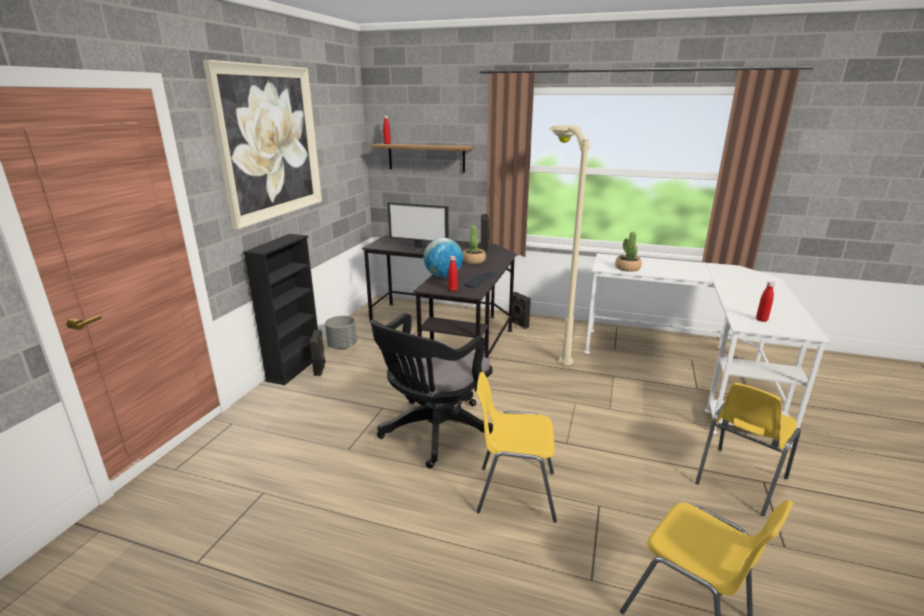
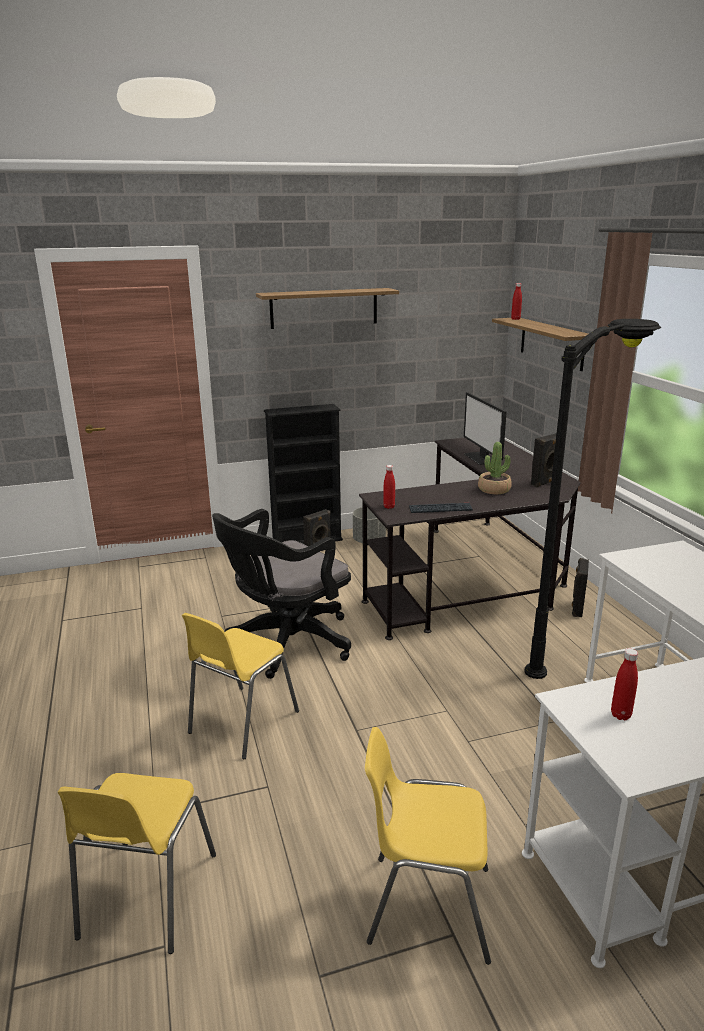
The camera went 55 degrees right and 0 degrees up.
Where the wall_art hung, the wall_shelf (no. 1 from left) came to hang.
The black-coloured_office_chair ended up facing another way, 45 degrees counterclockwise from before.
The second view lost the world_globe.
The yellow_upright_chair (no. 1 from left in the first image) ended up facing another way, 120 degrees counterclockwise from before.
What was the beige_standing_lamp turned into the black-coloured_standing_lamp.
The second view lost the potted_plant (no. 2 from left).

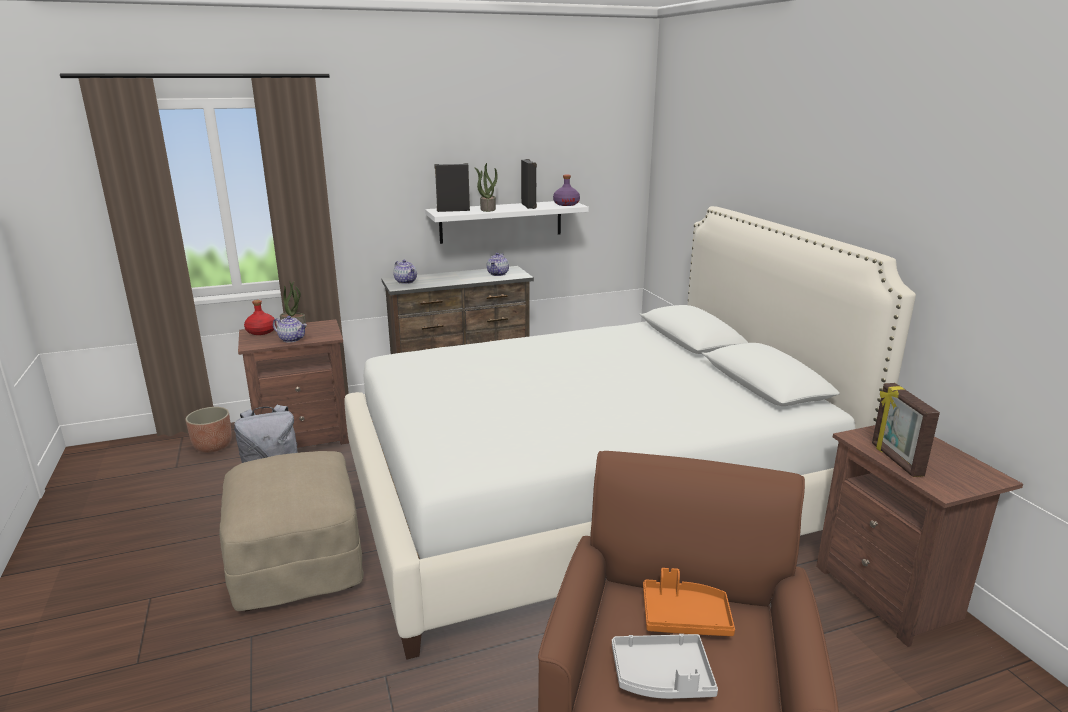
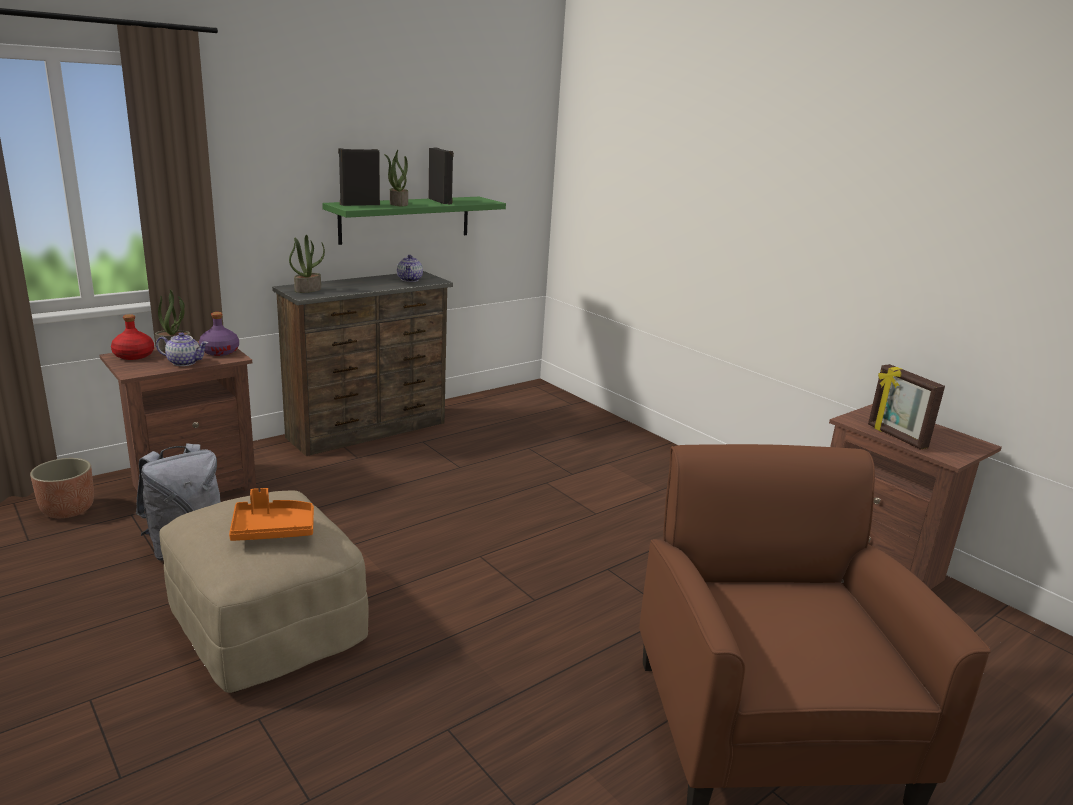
The camera went 20 degrees left and 0 degrees up.
The second view lost the white-coloured_bed.
Where the tea_pot (no. 2 from left) stood, the potted_plant (no. 2 from left) came to stand.
What was the white-coloured_wall_shelf turned into the greenish_wall_shelf.
The purple-coloured_bottle ended up elsewhere.
The second view lost the gray_carrying_tray.
The orange_carrying_tray ended up elsewhere.

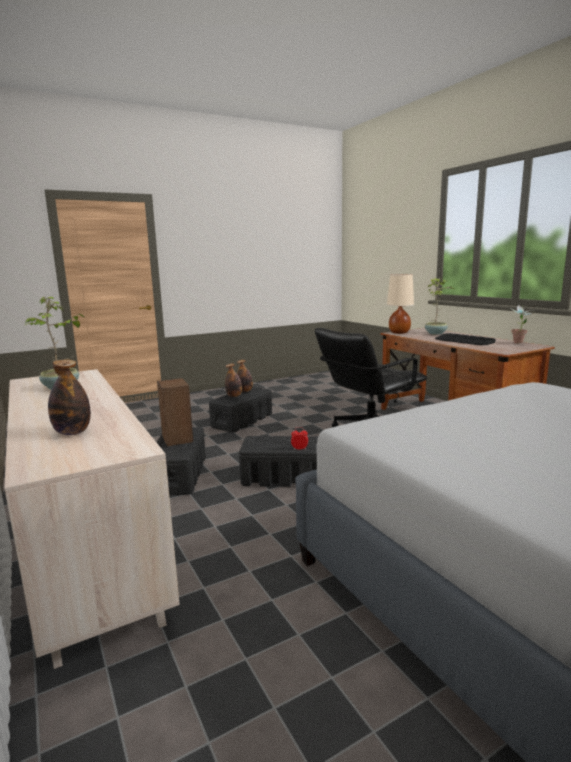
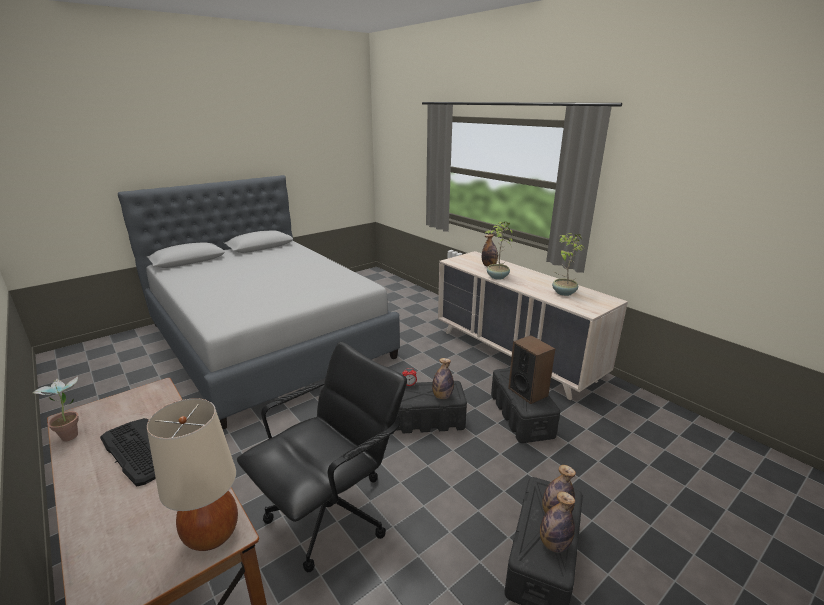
The camera went 170 degrees right and 10 degrees up.
The potted_plant (no. 2 from left) ended up elsewhere.
The second view gained the bottle (no. 1 from left).

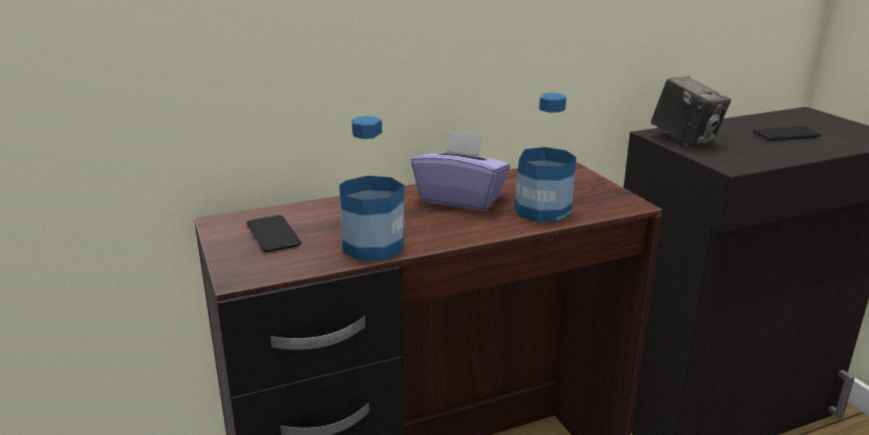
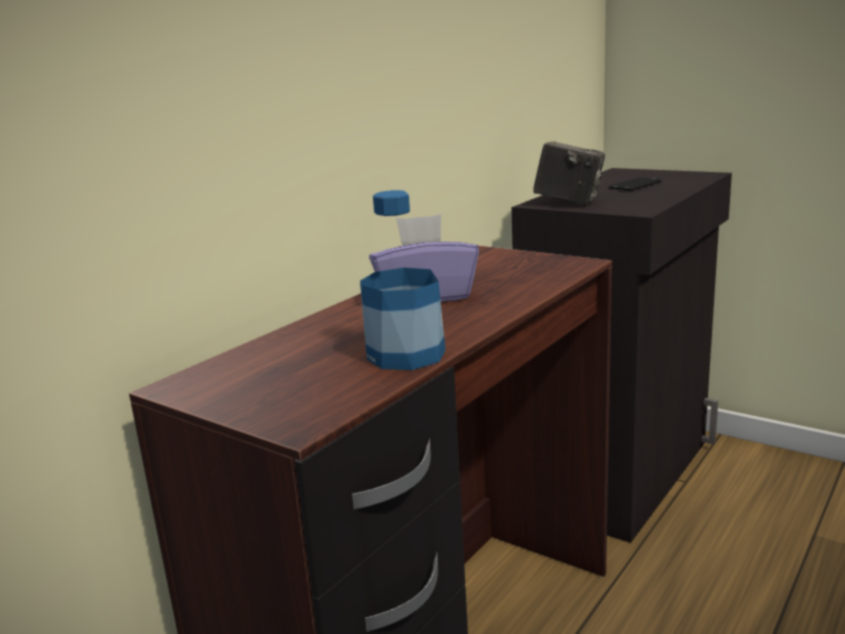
The camera went 30 degrees left and 5 degrees down.
The second view lost the phone (no. 1 from left).
The second view lost the bottle (no. 2 from left).

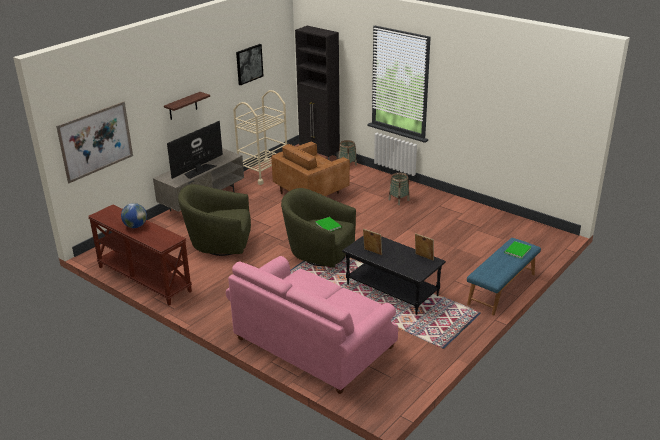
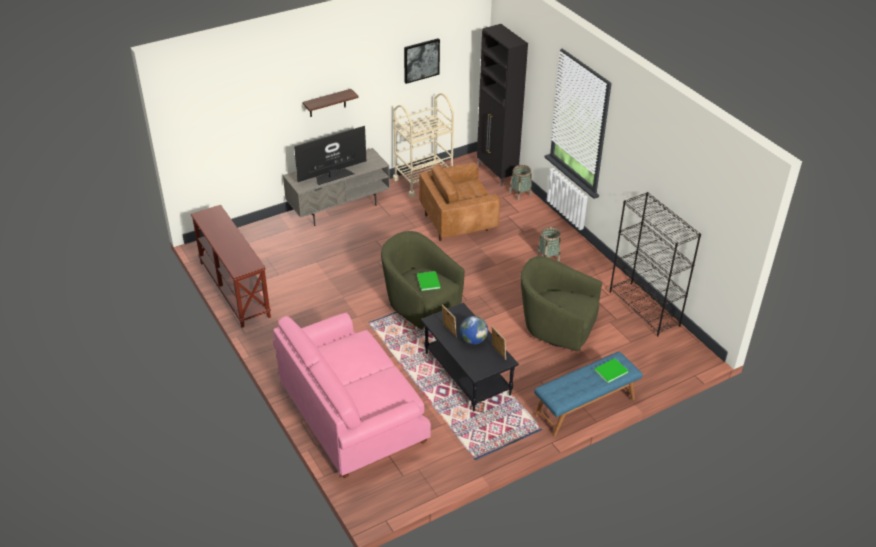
The camera went 20 degrees right and 10 degrees up.
The second view lost the wall_art (no. 1 from left).
The world_globe ended up elsewhere.
The greenish_armchair (no. 1 from left in the first image) ended up elsewhere.
The second view gained the black-coloured_shelving_unit.

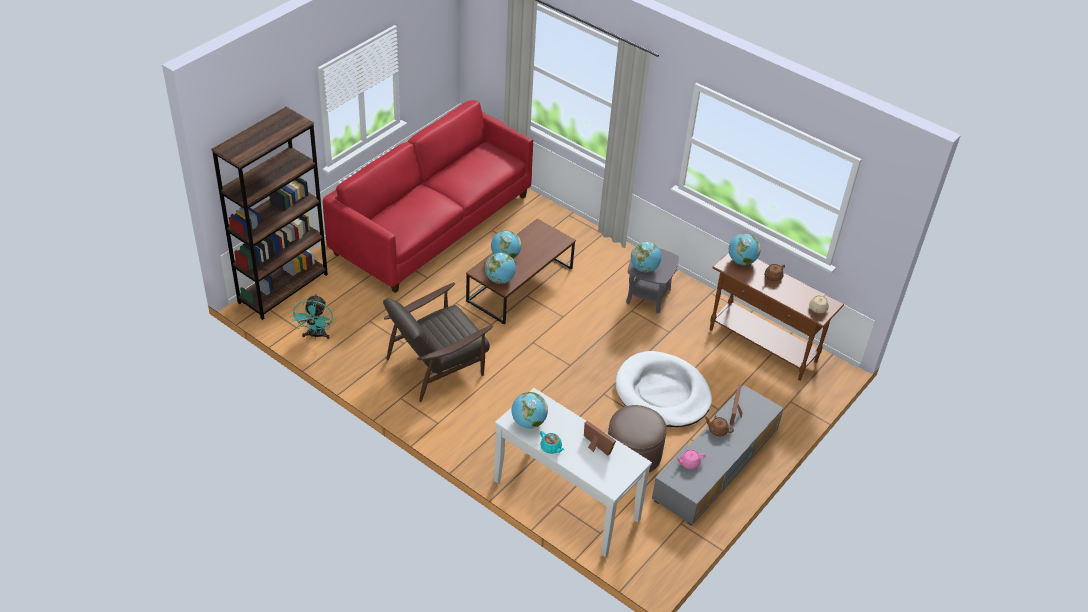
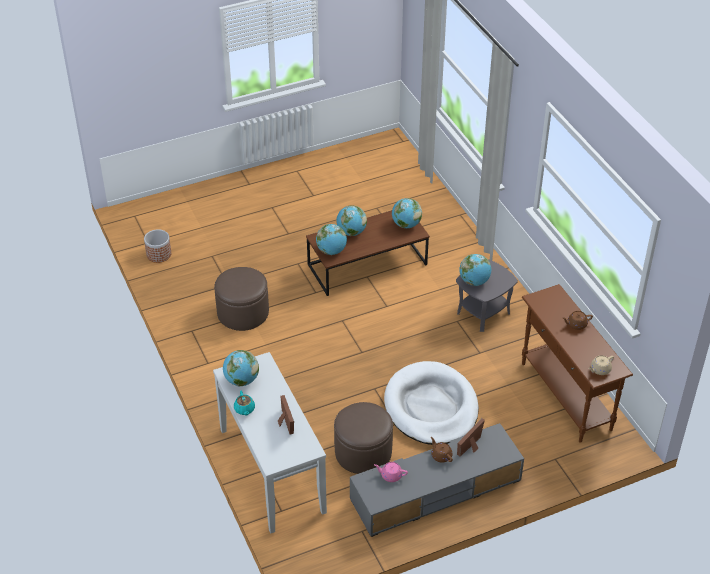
The camera went 30 degrees right and 0 degrees up.
The second view lost the brownish_shelving_unit.
Where the turquoise_electric_fan stood, the planter came to stand.
The second view lost the reddish_couch.
Where the brownish_armchair stood, the brownish_ottoman (no. 1 from left) came to stand.
The world_globe (no. 5 from left in the first image) ended up elsewhere.

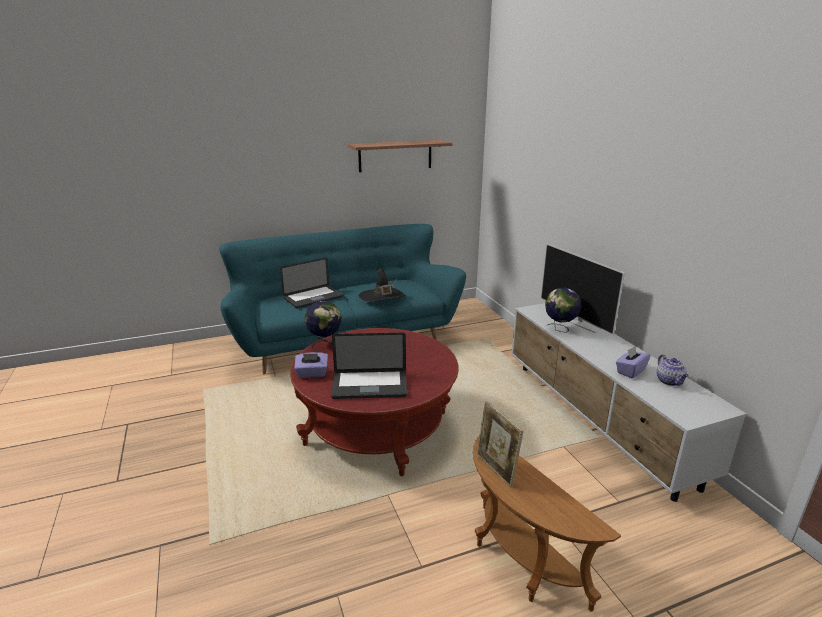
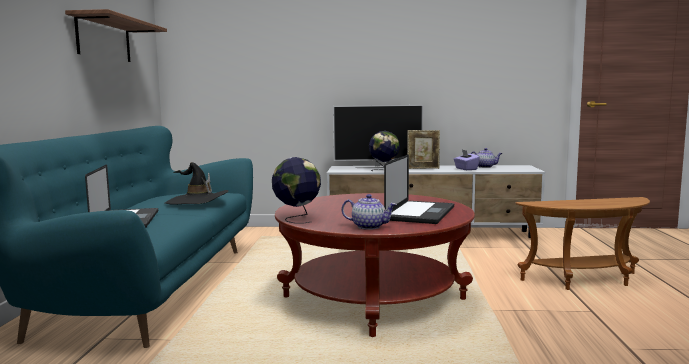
The camera went 65 degrees left and 15 degrees down.
Where the purple-coloured_tissue_box (no. 1 from left) stood, the tea_pot (no. 1 from left) came to stand.
The standing_frame ended up elsewhere.

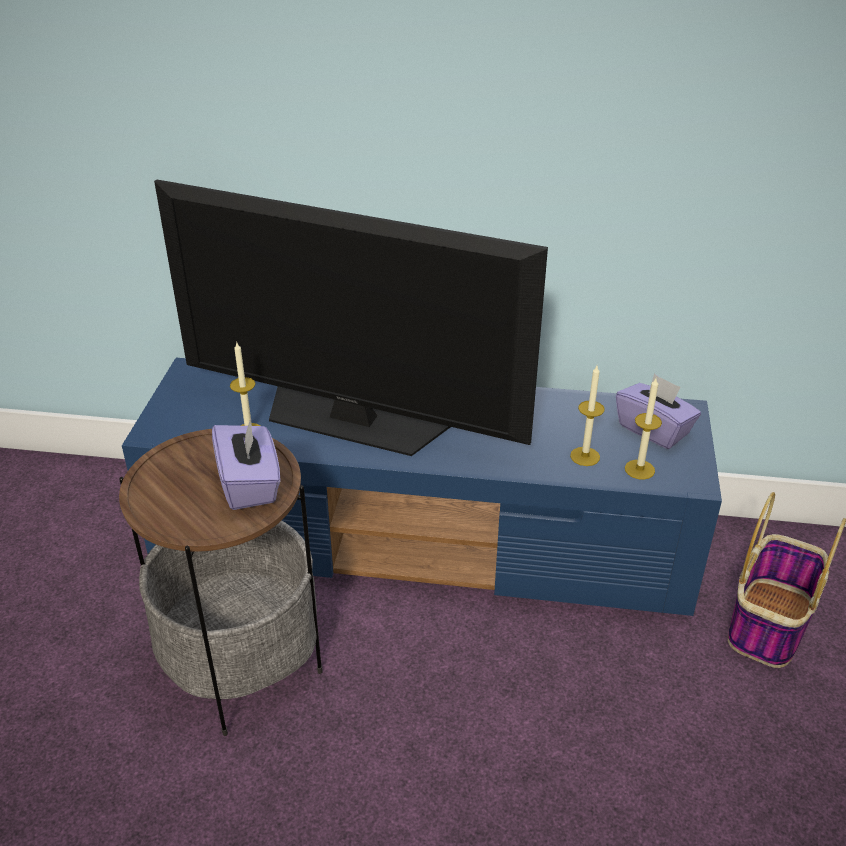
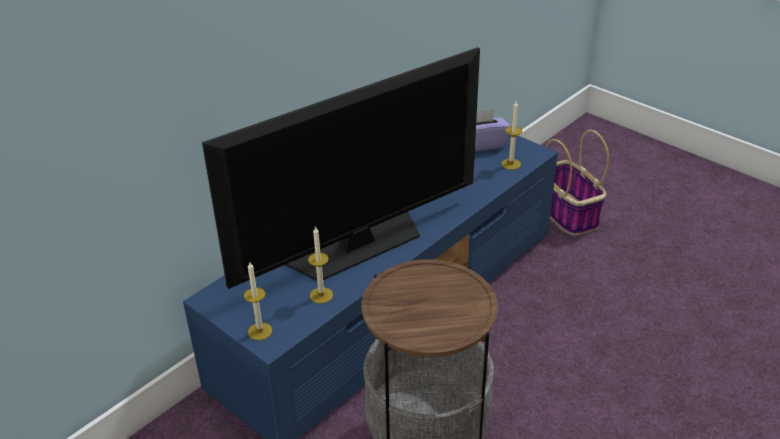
The camera went 55 degrees left and 0 degrees up.
The second view lost the purple-coloured_tissue_box (no. 1 from left).
The wax_candle (no. 2 from left in the first image) ended up elsewhere.

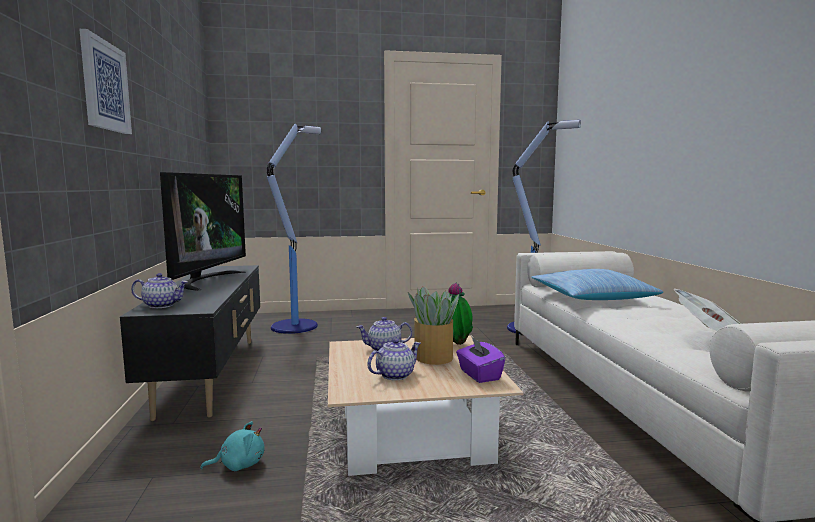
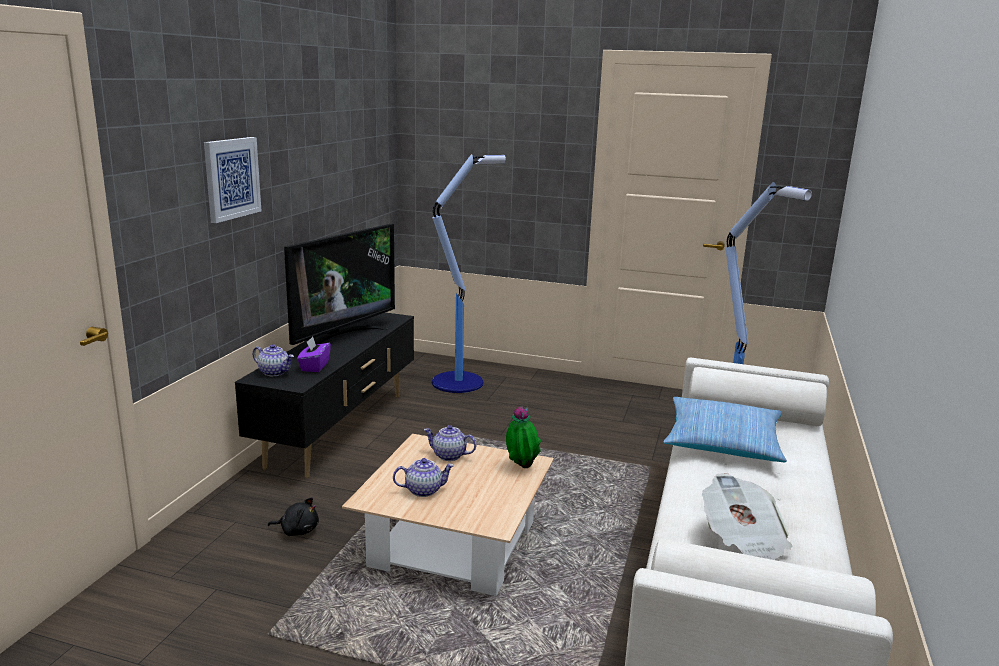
The camera went 25 degrees right and 10 degrees up.
What was the turquoise_plush_toy turned into the black-coloured_plush_toy.
The second view lost the potted_plant (no. 1 from left).
The purple-coloured_tissue_box ended up elsewhere.

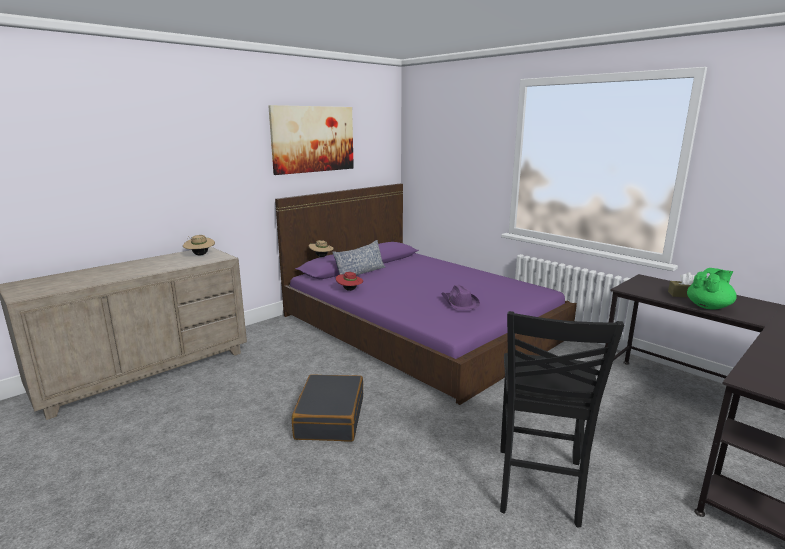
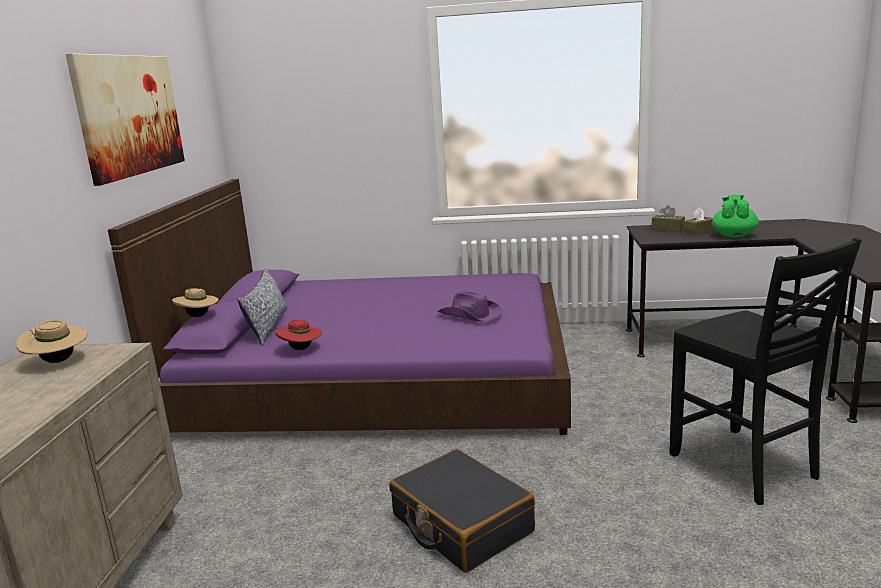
The camera went 40 degrees left and 0 degrees up.
The second view gained the brownish_tissue_box (no. 1 from left).

